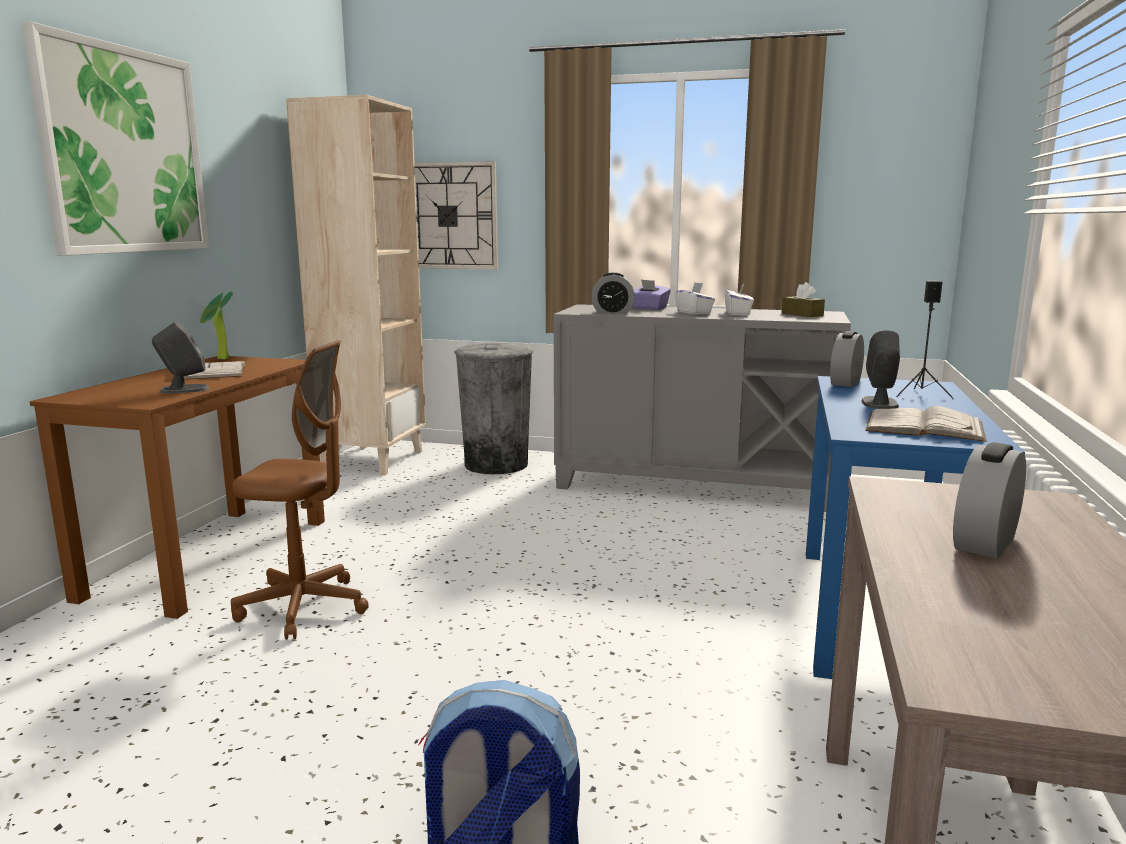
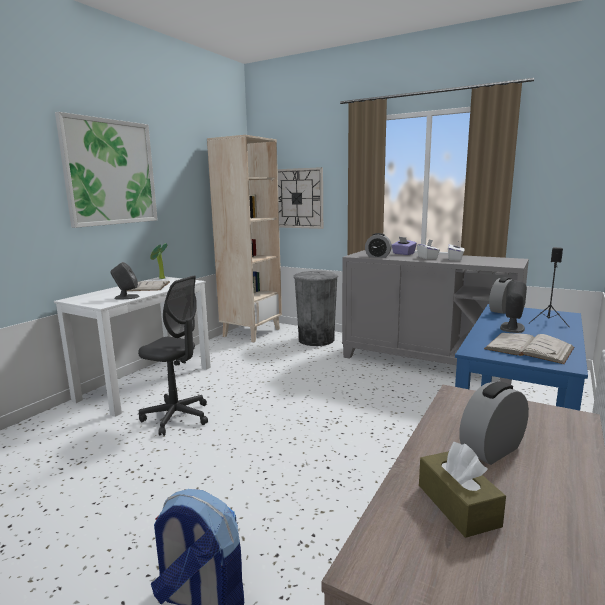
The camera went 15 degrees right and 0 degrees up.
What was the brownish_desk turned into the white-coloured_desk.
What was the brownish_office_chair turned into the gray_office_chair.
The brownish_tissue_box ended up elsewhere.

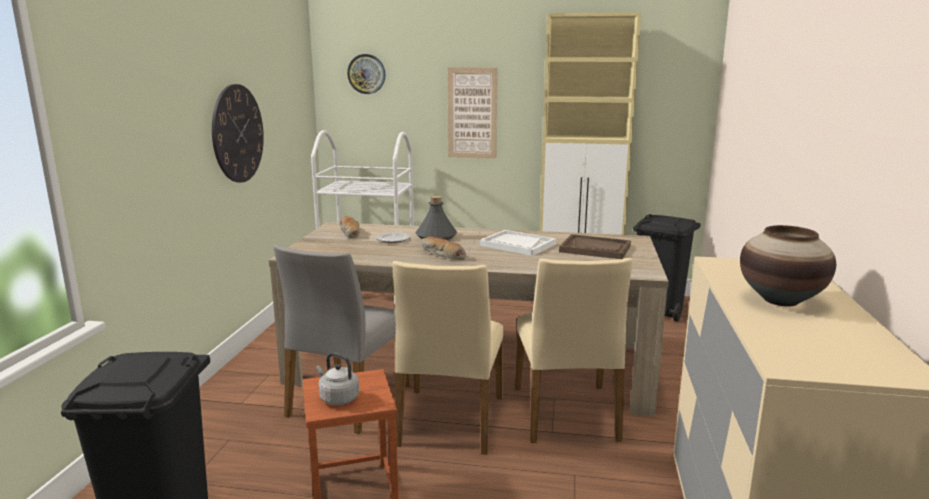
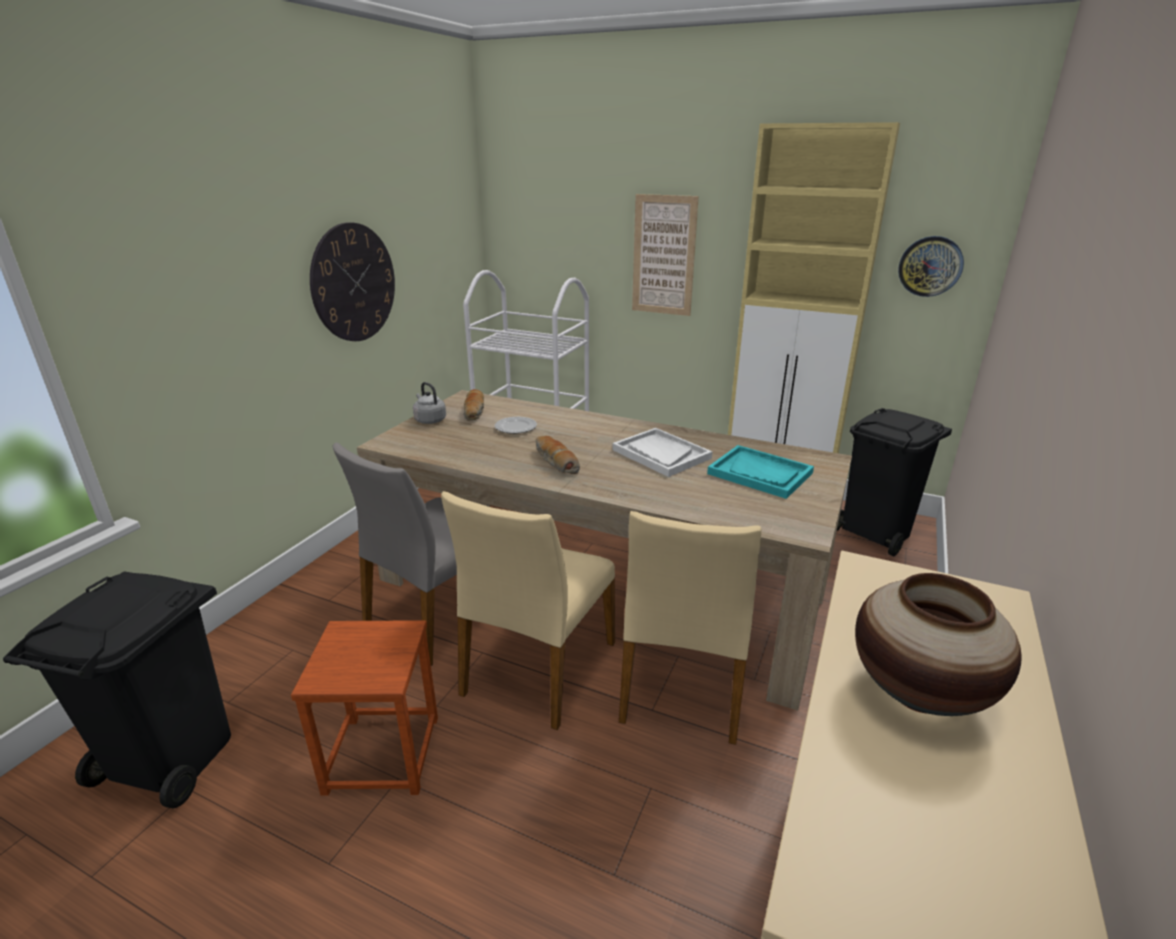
The camera went 15 degrees right and 10 degrees up.
The gray_tea_kettle ended up elsewhere.
The clock_on_the_wall (no. 2 from left) ended up elsewhere.
The second view lost the gray_bottle.
What was the brownish_carrying_tray turned into the turquoise_carrying_tray.

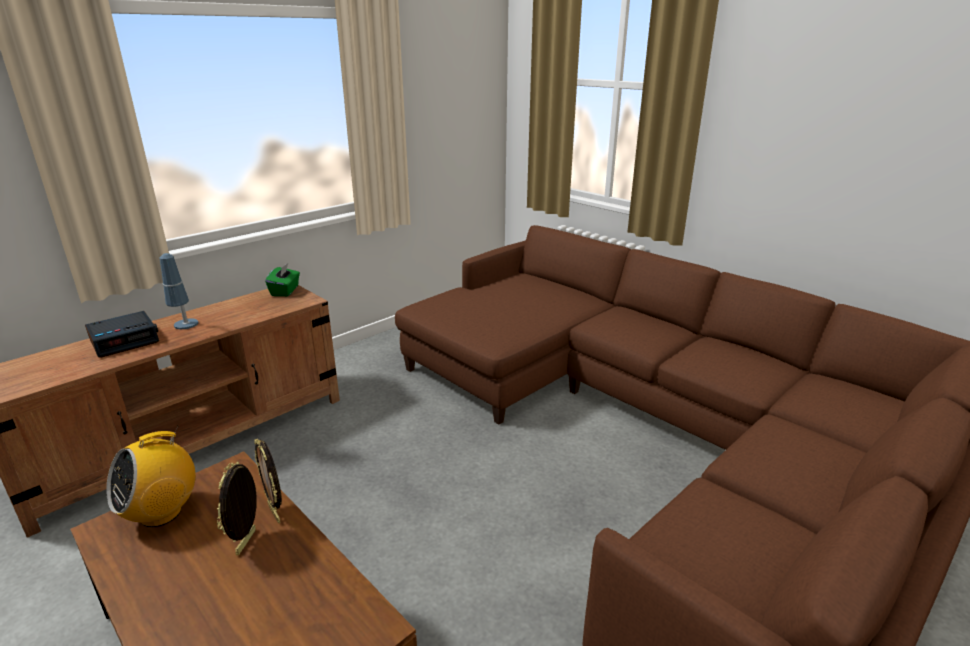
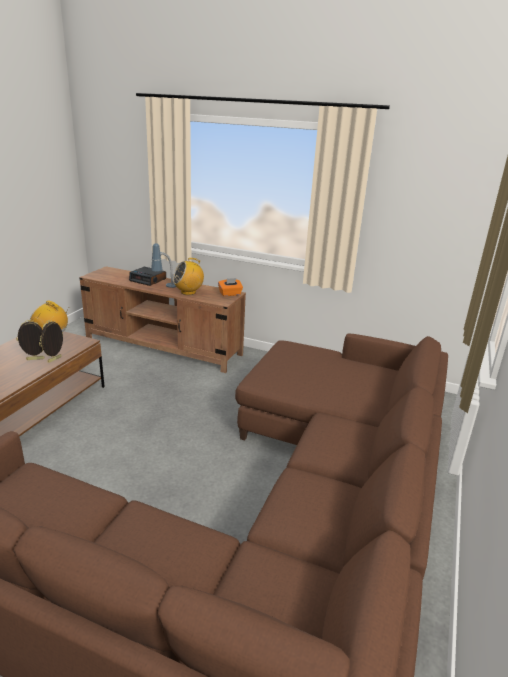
The camera went 65 degrees right and 0 degrees up.
What was the greenish_tissue_box turned into the orange_tissue_box.
The second view gained the radio_set (no. 2 from left).

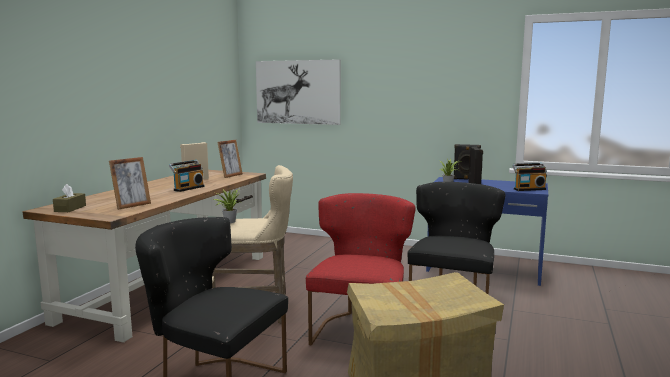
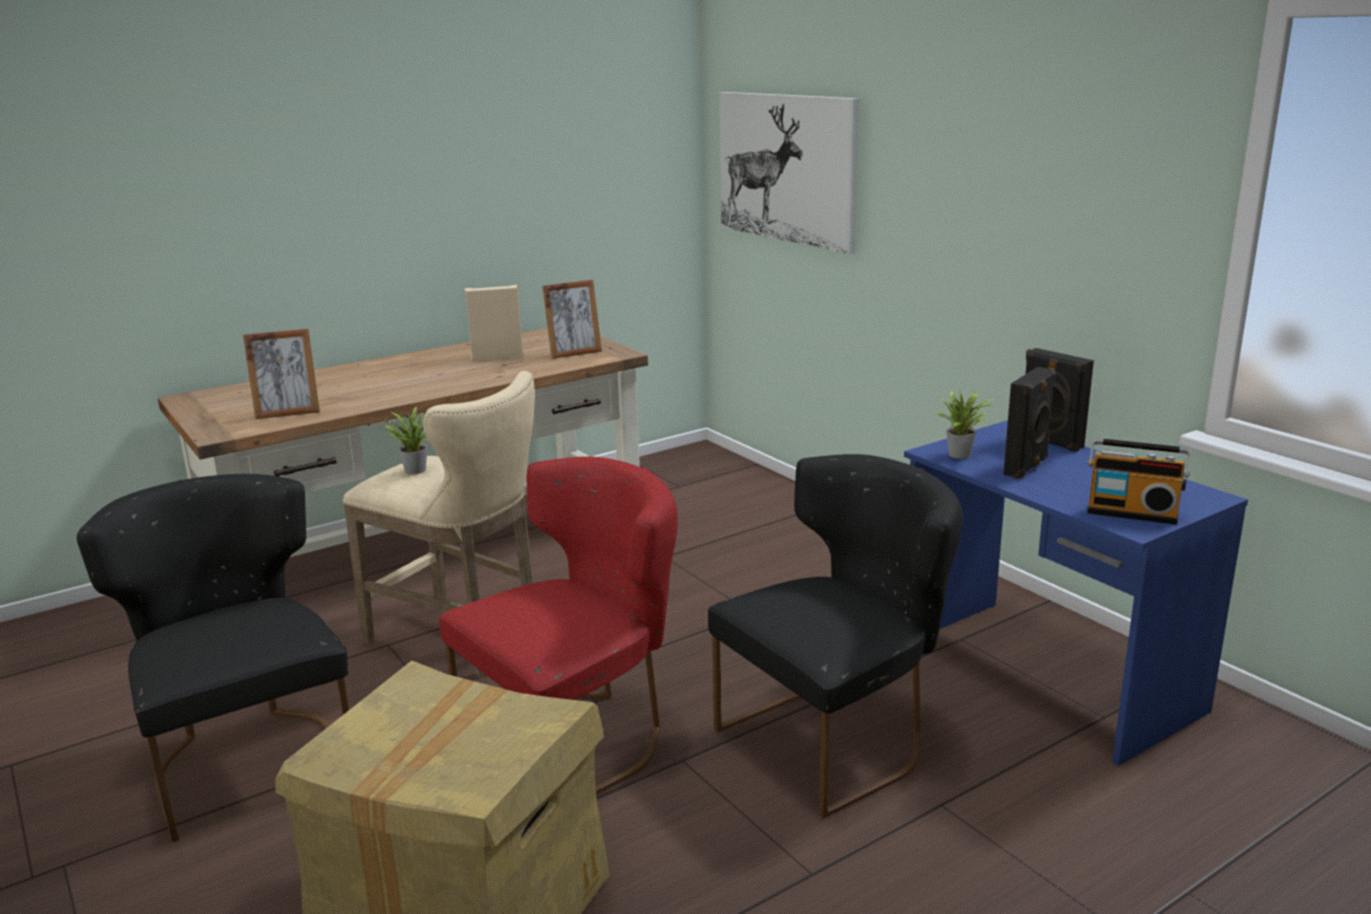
The camera went 35 degrees right and 10 degrees up.
The second view lost the brownish_tissue_box.
The second view lost the radio_set (no. 1 from left).

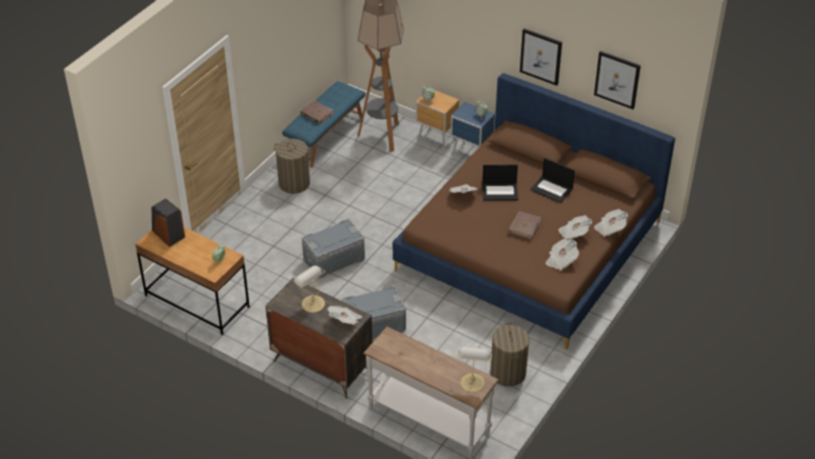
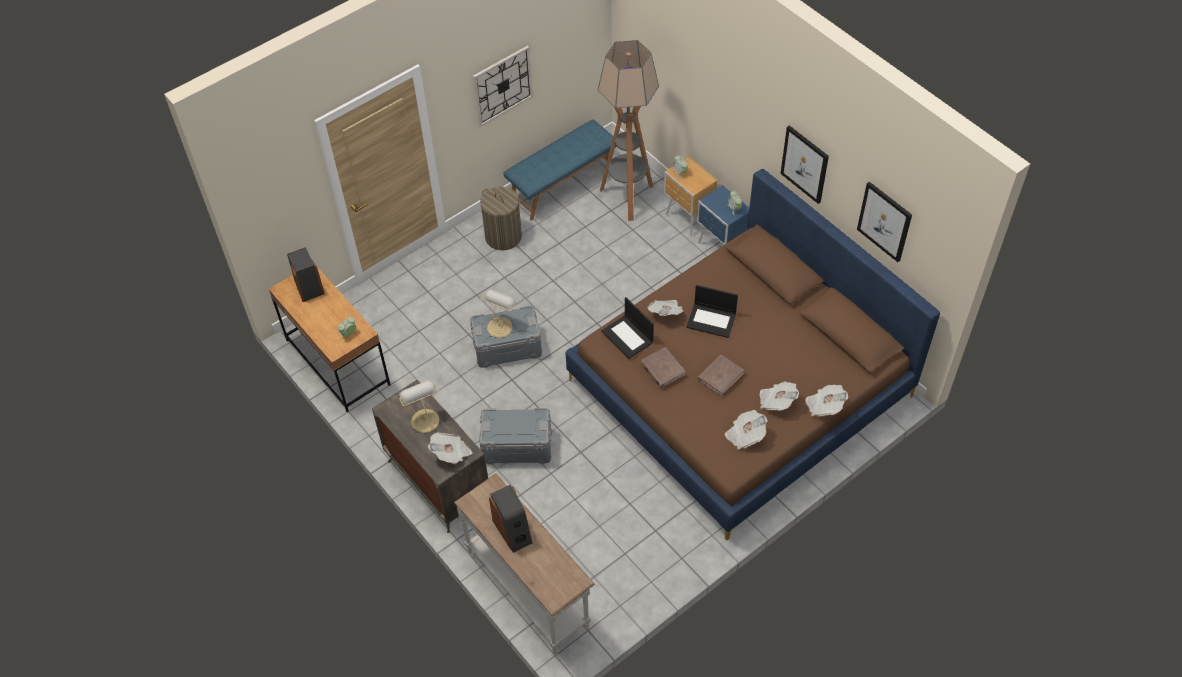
The camera went 20 degrees right and 10 degrees up.
The brownish_book (no. 1 from left) ended up elsewhere.
The tabletop_lamp (no. 2 from left) ended up elsewhere.
The second view lost the hamper (no. 2 from left).
The portable_computer (no. 2 from left in the first image) ended up elsewhere.
The second view gained the clock_on_the_wall.
The second view gained the loudspeaker (no. 2 from left).

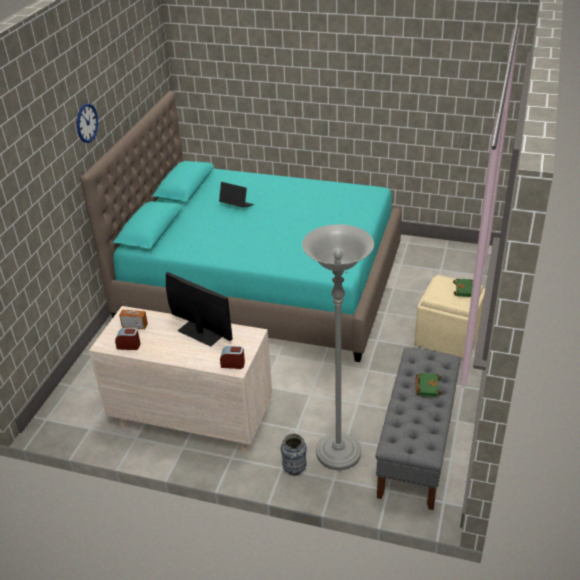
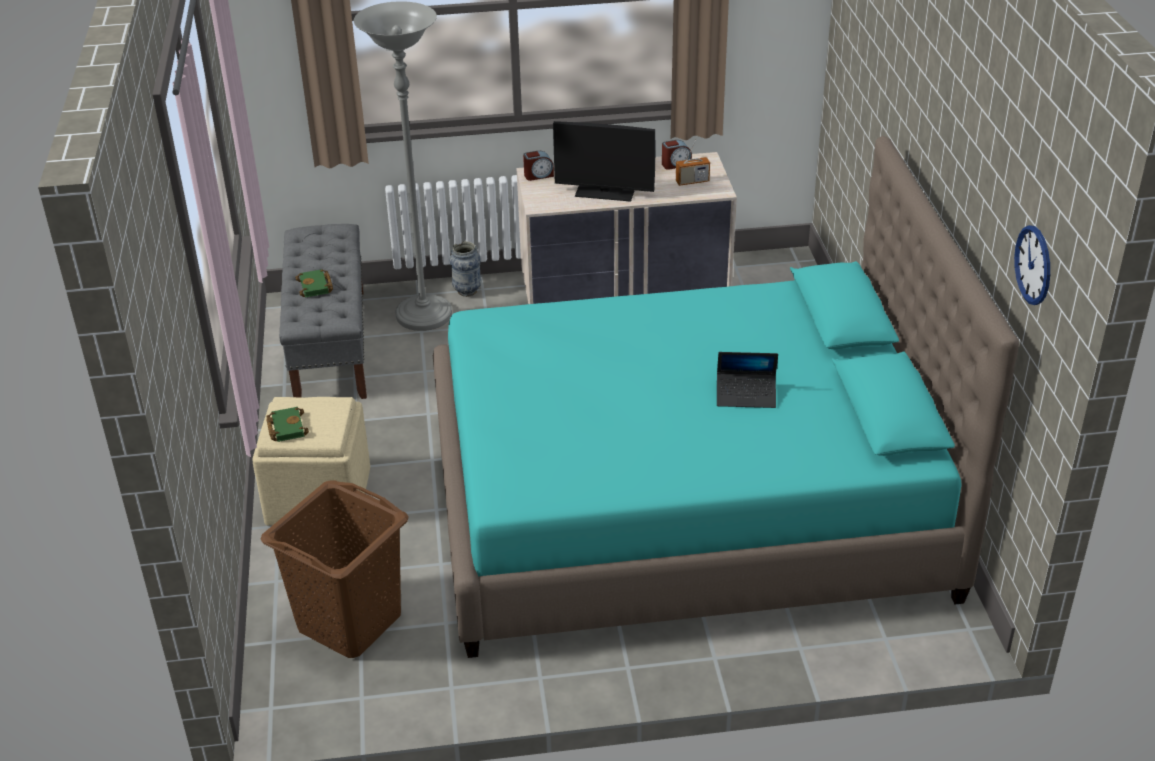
The camera went 155 degrees right and 0 degrees up.
The clock_on_the_wall ended up elsewhere.
The second view gained the brownish_hamper.

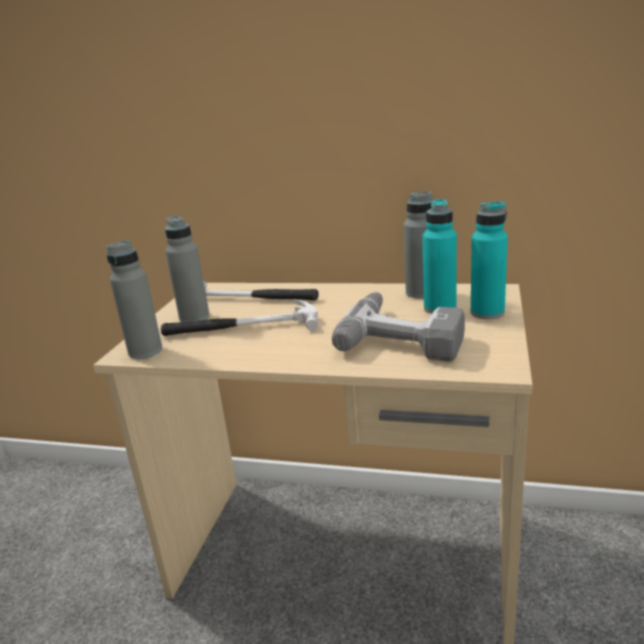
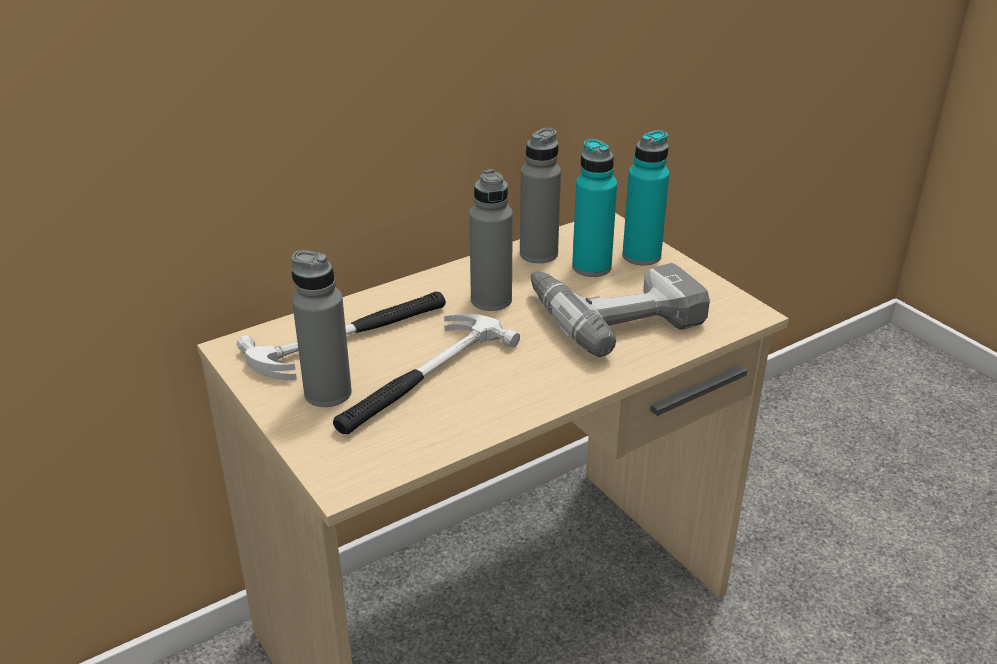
The camera went 50 degrees left and 10 degrees up.
The gray_bottle (no. 1 from left in the first image) ended up elsewhere.

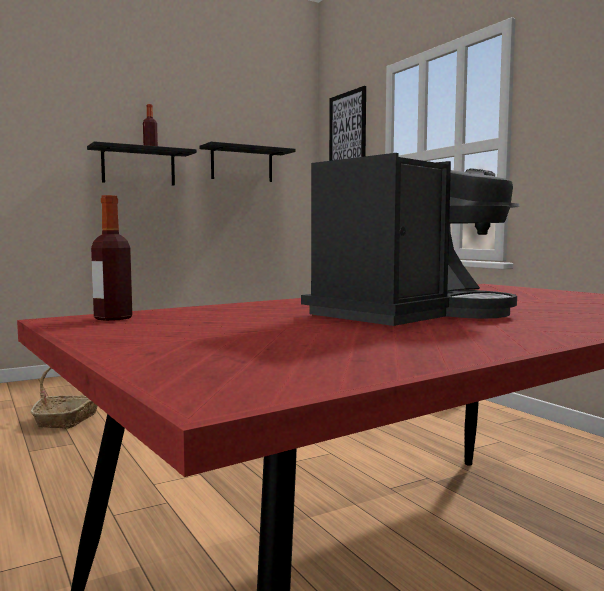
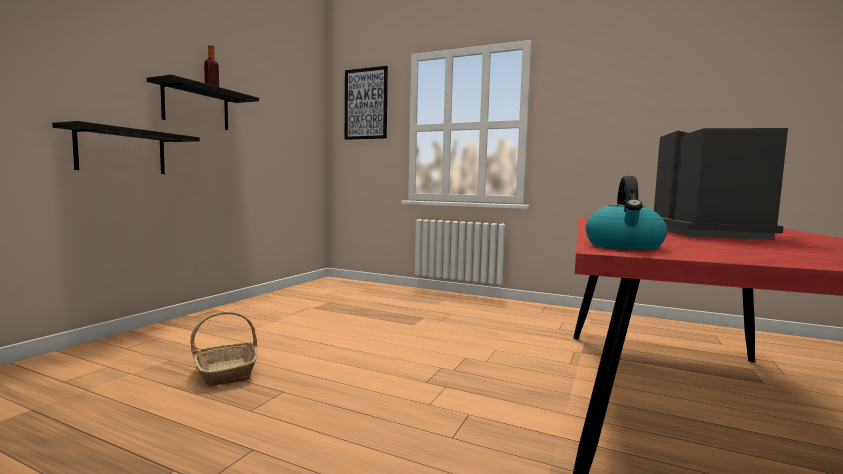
The camera went 35 degrees left and 0 degrees up.
Where the bottle (no. 1 from left) stood, the tea_kettle came to stand.
The black-coloured_wall_shelf (no. 2 from left in the first image) ended up elsewhere.

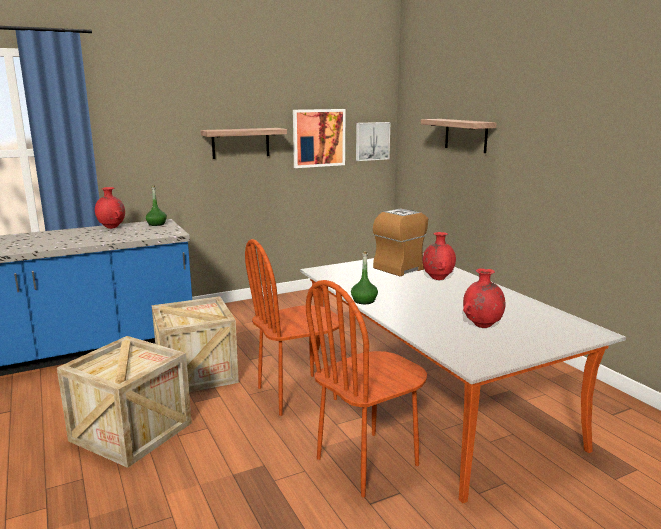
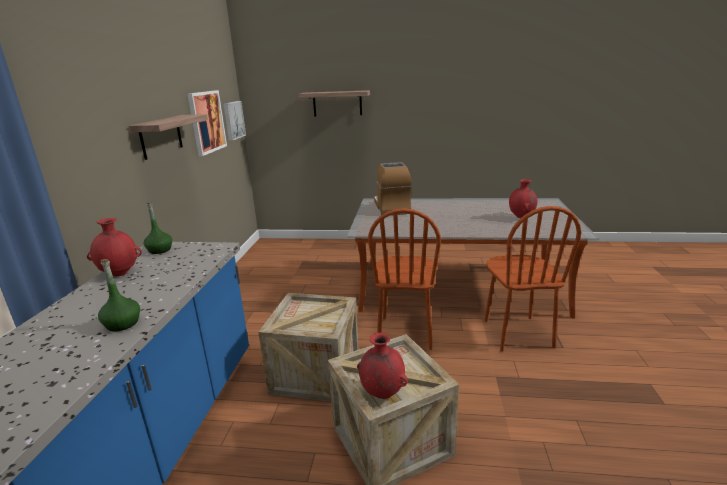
The camera went 55 degrees left and 5 degrees up.
The greenish_bottle (no. 2 from left in the first image) ended up elsewhere.
The reddish_decorative_vase (no. 2 from left) ended up elsewhere.

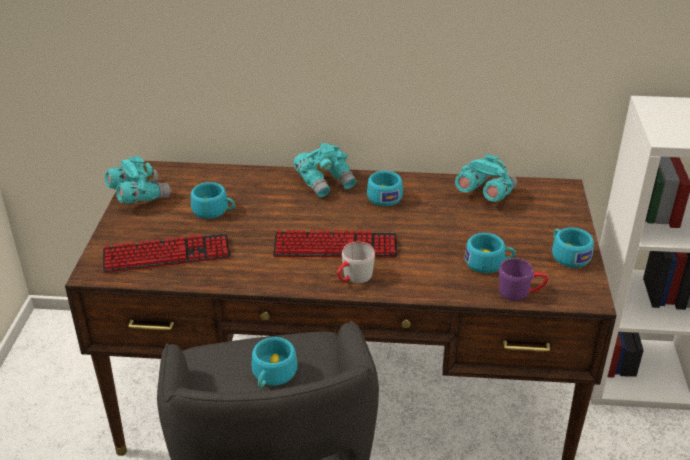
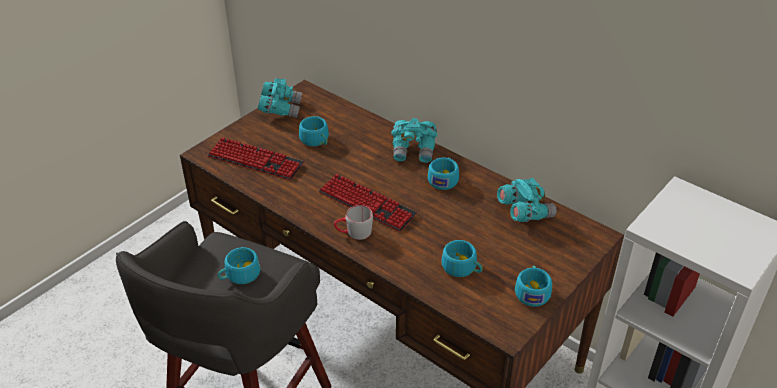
The camera went 35 degrees right and 5 degrees up.
The second view lost the purple-coloured_tea_mug.

